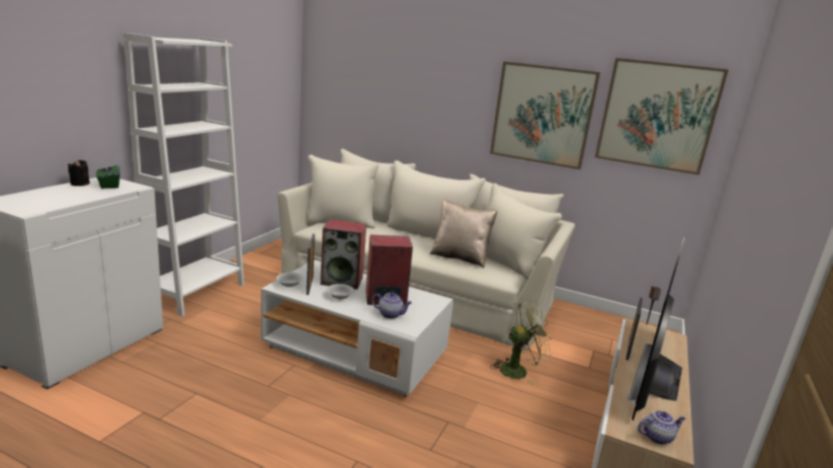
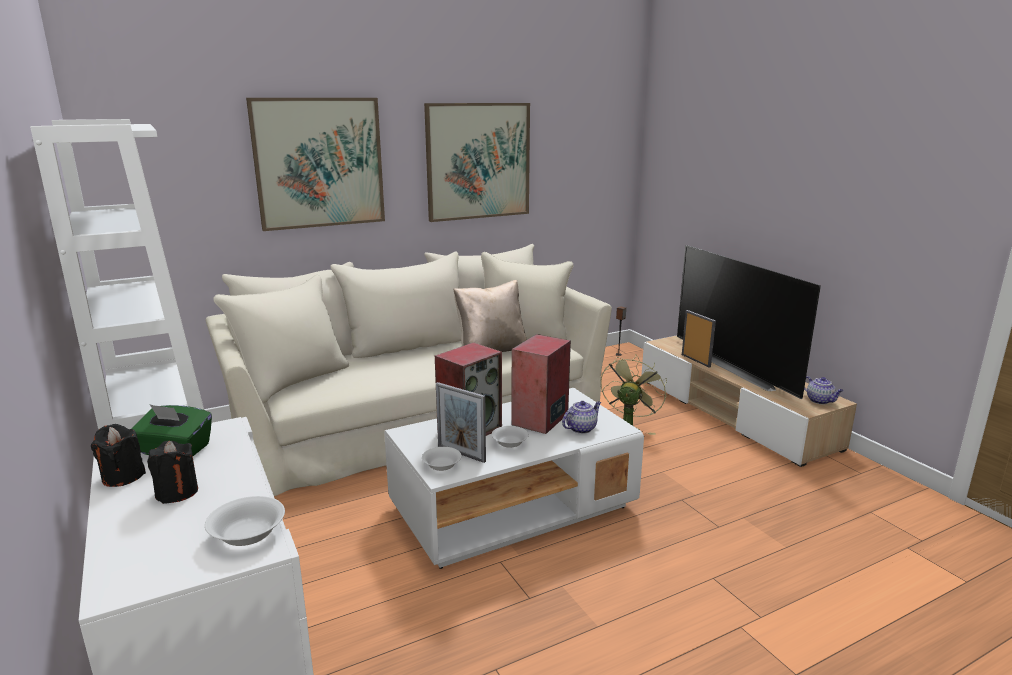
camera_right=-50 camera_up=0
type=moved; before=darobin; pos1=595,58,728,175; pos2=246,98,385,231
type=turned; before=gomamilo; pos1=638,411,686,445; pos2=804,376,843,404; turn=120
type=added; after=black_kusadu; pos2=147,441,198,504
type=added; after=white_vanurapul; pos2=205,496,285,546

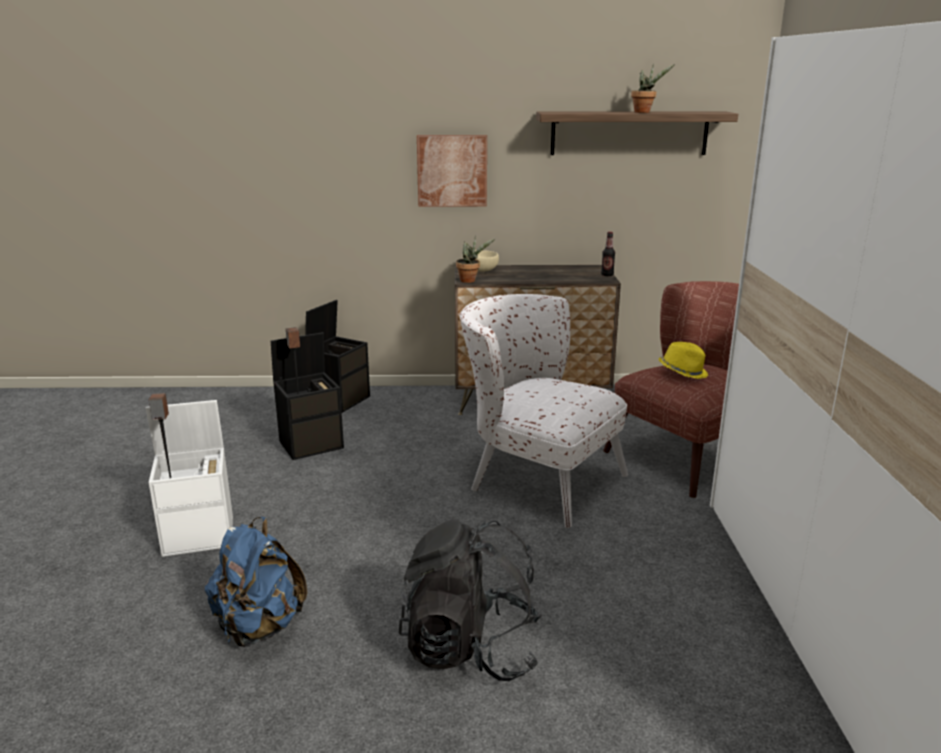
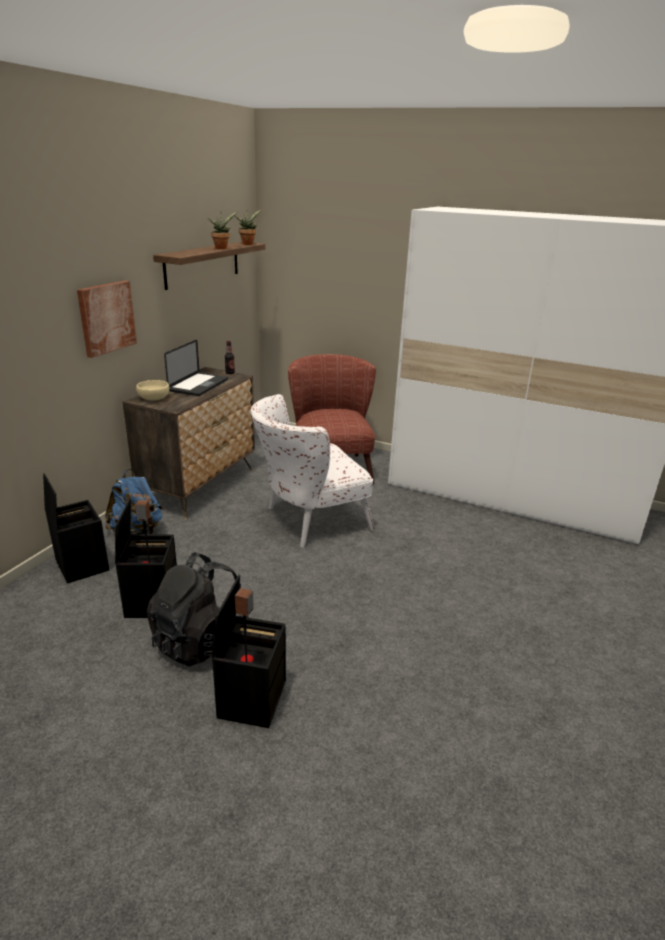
camera_right=-65 camera_up=5
type=recoloured; before=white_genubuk; after=black_genubuk; pos1=146,400,233,557; pos2=212,575,286,728
type=moved; before=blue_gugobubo; pos1=205,517,307,647; pos2=105,468,163,535
type=moved; before=black_gugobubo; pos1=399,519,542,681; pos2=146,552,249,667
type=moved; before=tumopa; pos1=456,236,496,283; pos2=235,209,262,245
type=removed; before=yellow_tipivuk; pos1=659,342,708,379
type=added; after=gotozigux; pos2=164,340,228,396

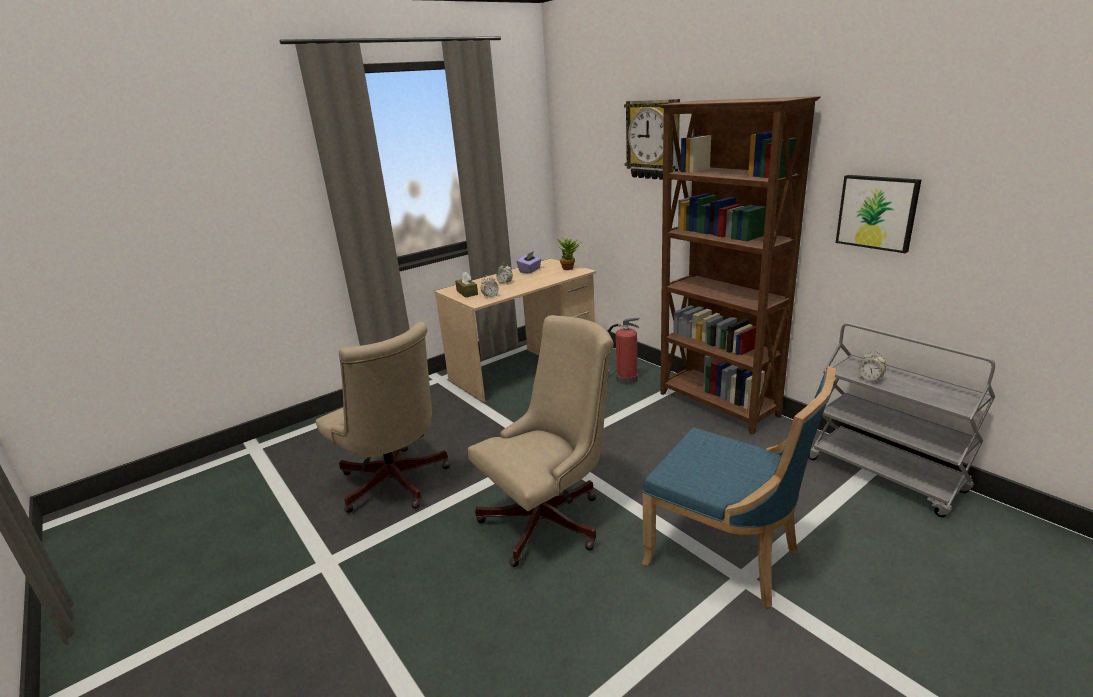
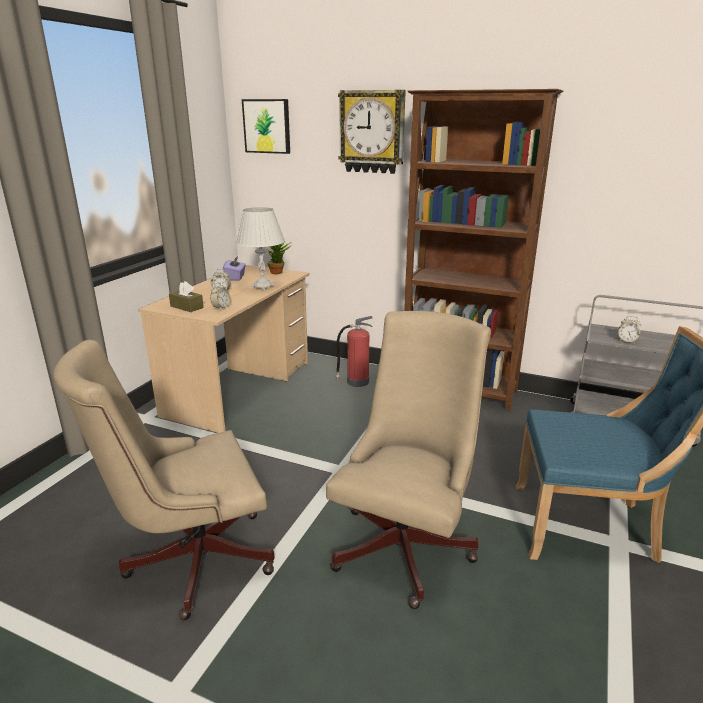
camera_right=-30 camera_up=0
type=turned; before=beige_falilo; pos1=316,322,450,513; pos2=54,340,275,620; turn=135
type=moved; before=darobin; pos1=836,175,921,253; pos2=242,99,290,154
type=added; after=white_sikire; pos2=235,207,285,291

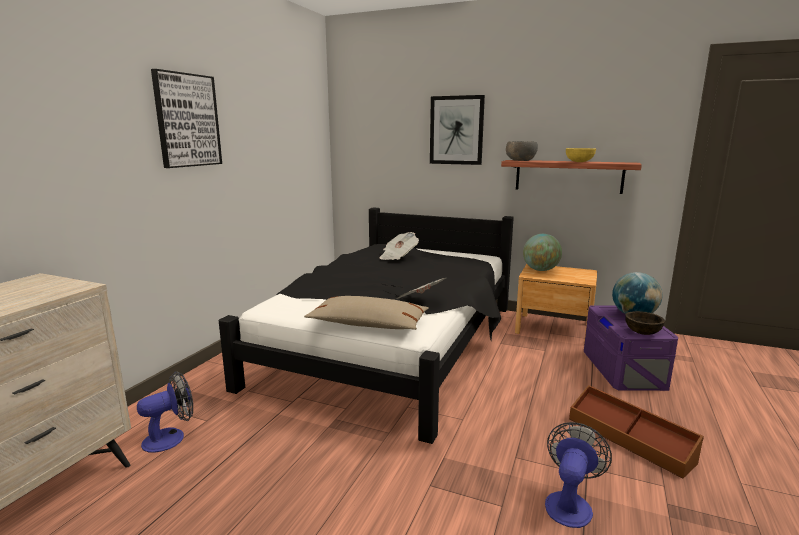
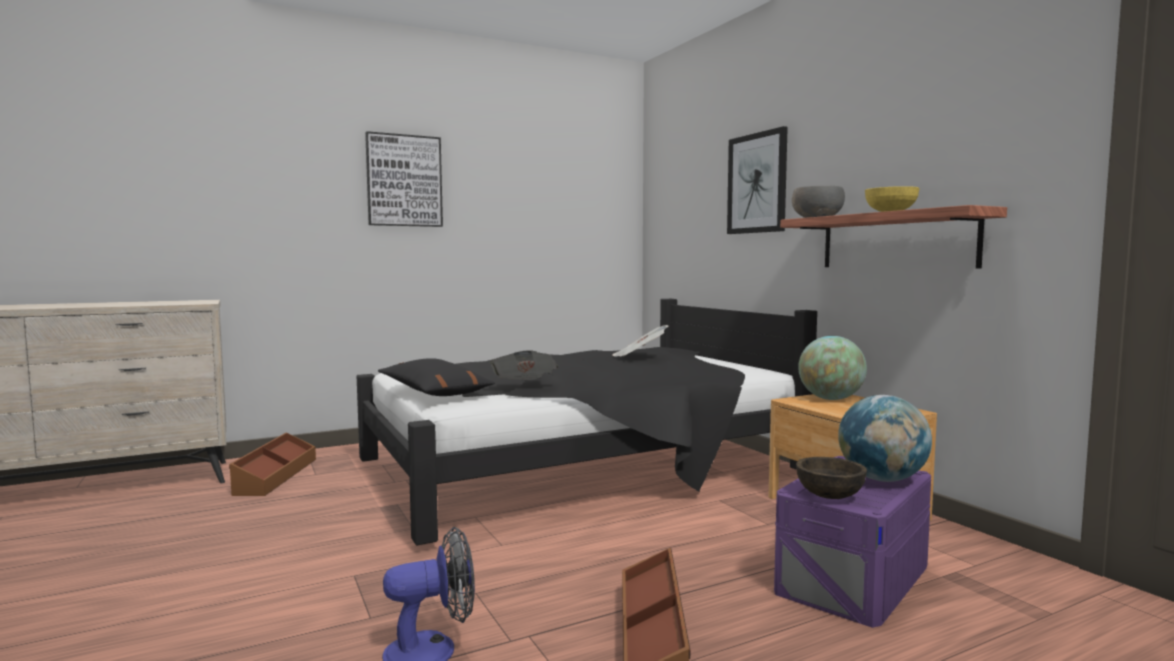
camera_right=40 camera_up=-10
type=replaced; before=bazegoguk; after=brown_genubuk; pos1=137,371,193,453; pos2=229,432,316,496
type=recoloured; before=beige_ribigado; after=black_ribigado; pos1=304,296,429,330; pos2=378,358,495,396

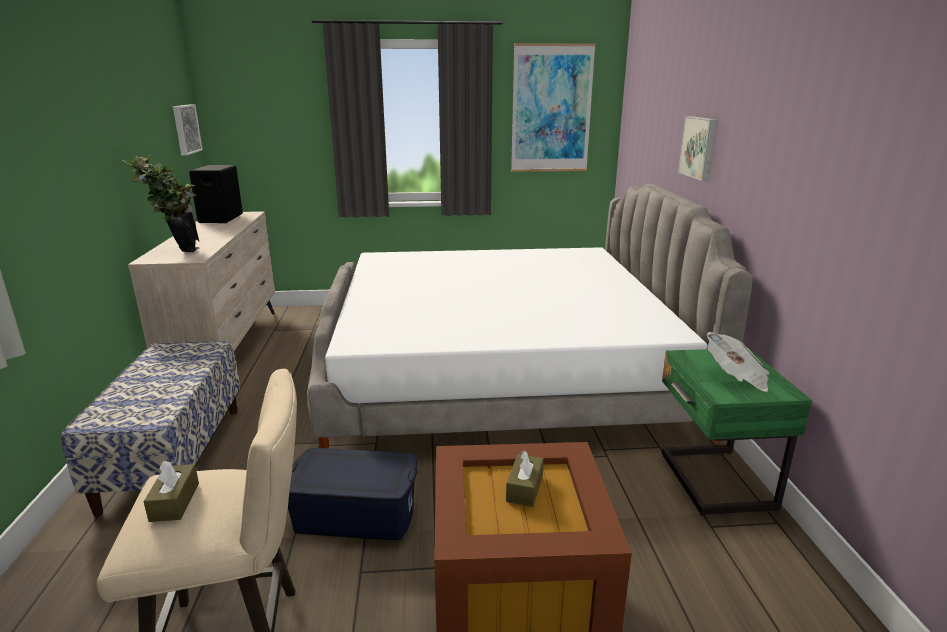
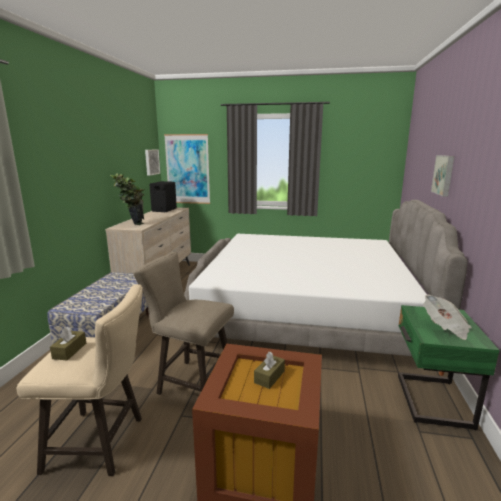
camera_right=15 camera_up=-5
type=replaced; before=blue_genubuk; after=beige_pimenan; pos1=288,448,418,540; pos2=134,252,234,395
type=moved; before=darobin; pos1=511,43,596,172; pos2=164,134,210,204

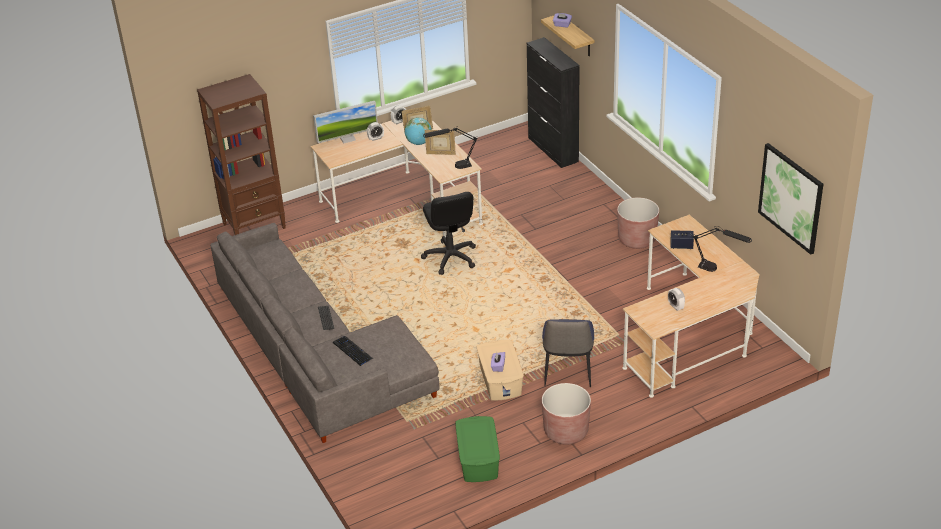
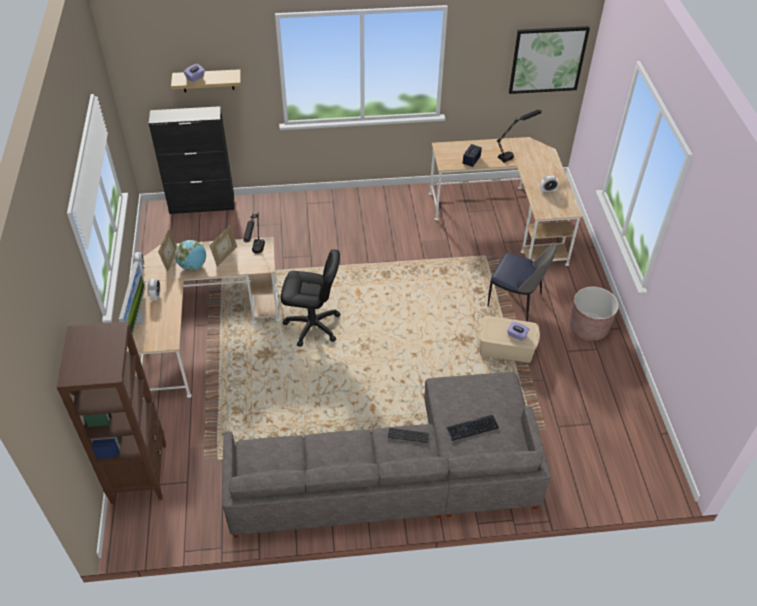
camera_right=-70 camera_up=10
type=removed; before=green_genubuk; pos1=455,416,500,482
type=removed; before=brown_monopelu; pos1=617,197,659,249

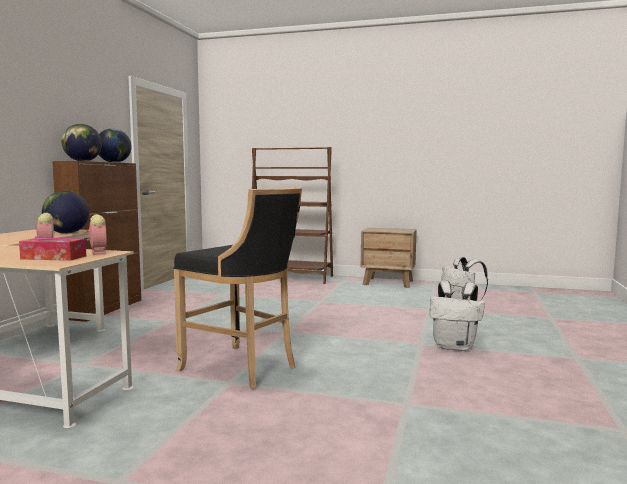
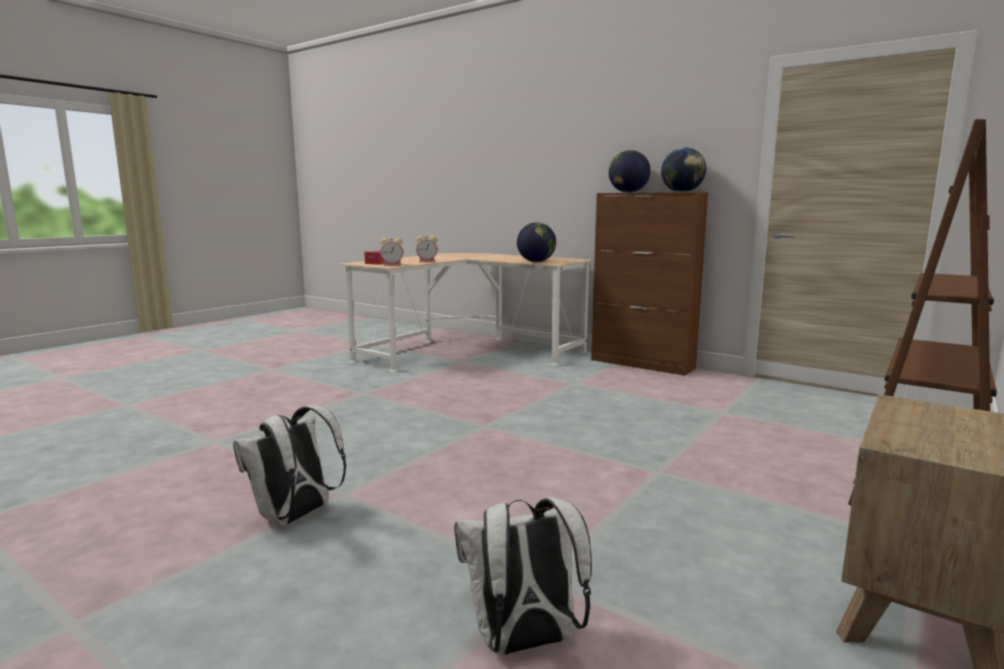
camera_right=110 camera_up=5
type=removed; before=black_pimenan; pos1=174,188,302,389

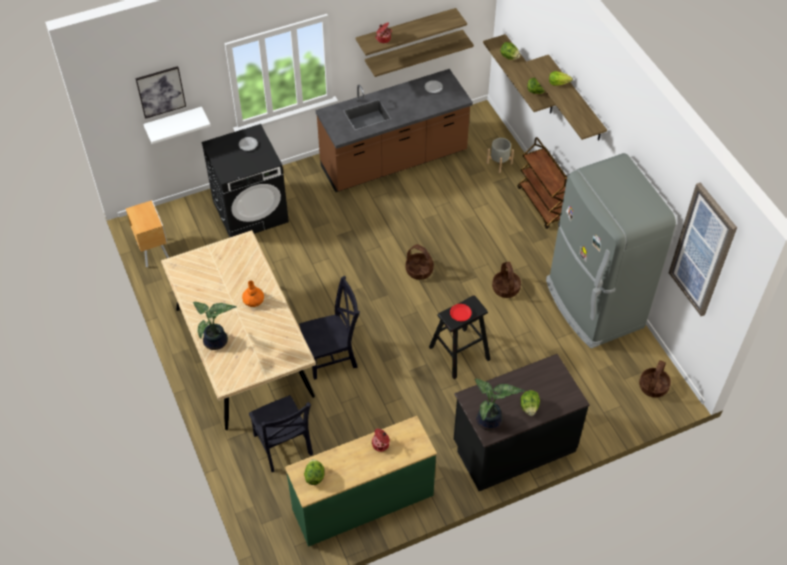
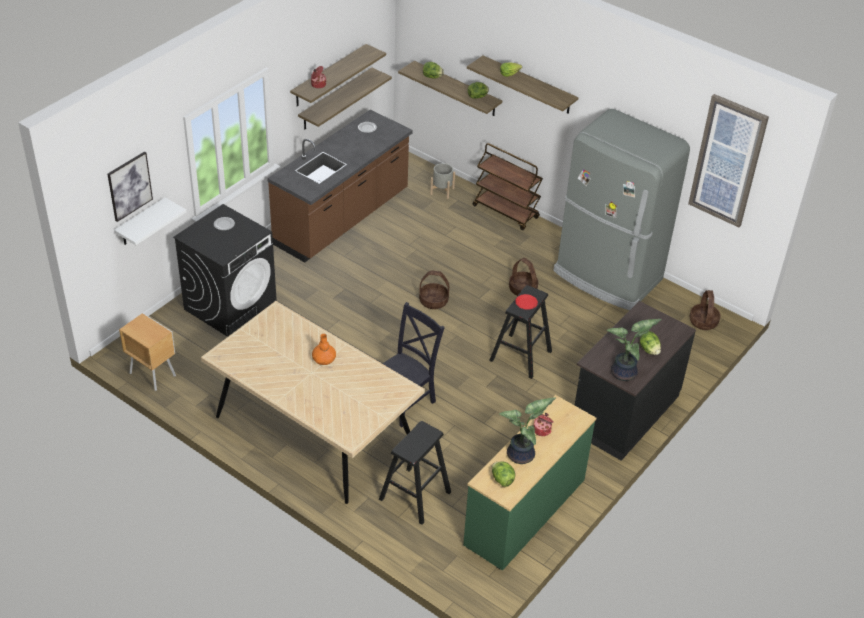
camera_right=-30 camera_up=-10
type=moved; before=tumopa; pos1=193,302,237,350; pos2=499,397,556,464
type=replaced; before=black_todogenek; after=black_pimenan; pos1=249,395,313,472; pos2=379,421,451,525

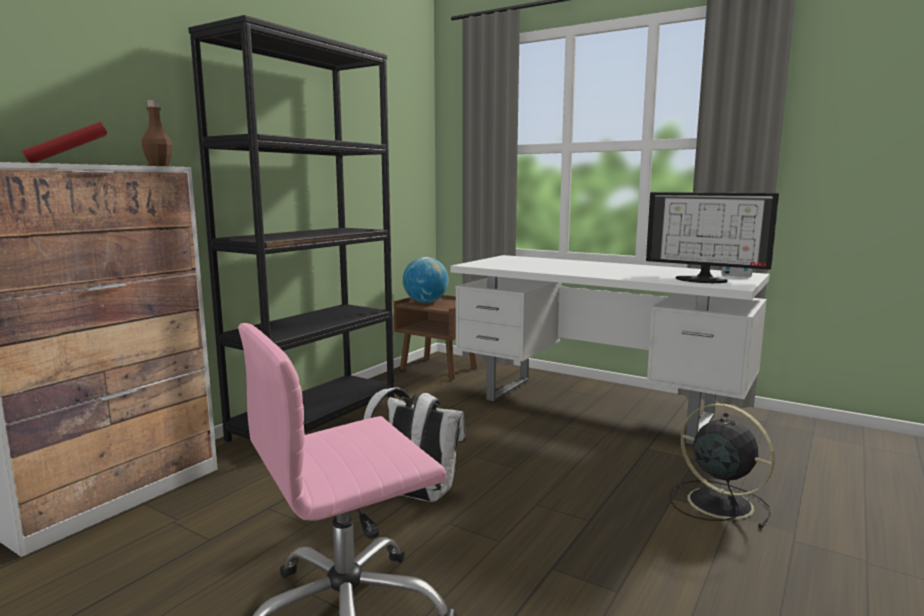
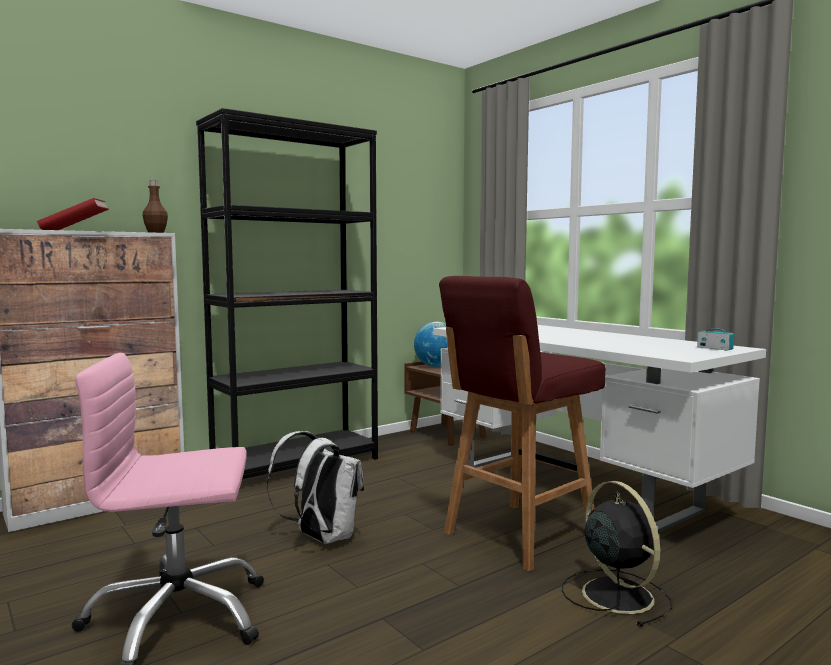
camera_right=20 camera_up=-5
type=removed; before=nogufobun; pos1=646,192,779,283
type=added; after=red_pimenan; pos2=439,276,606,571

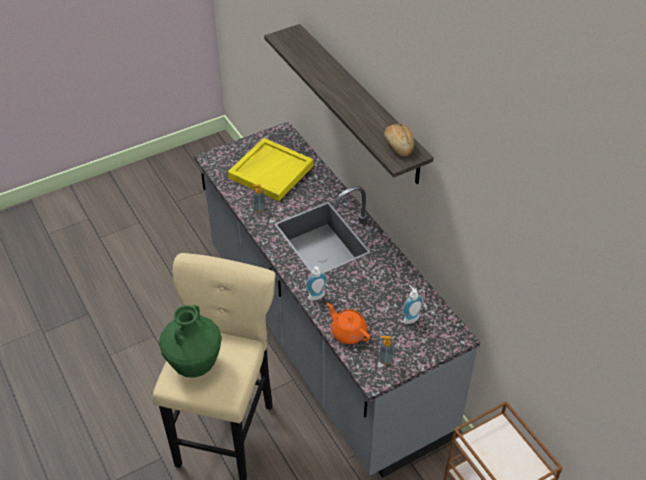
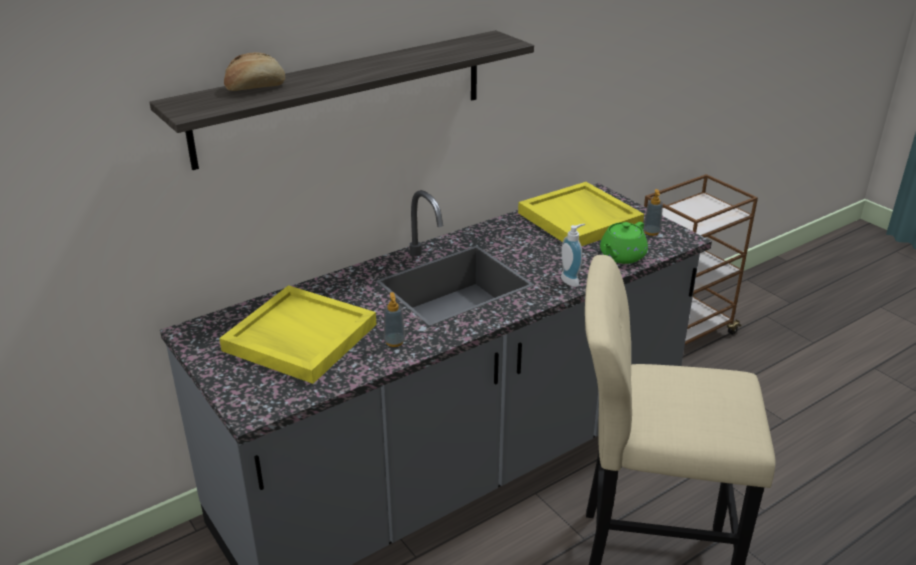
camera_right=-95 camera_up=-15
type=removed; before=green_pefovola; pos1=159,305,222,378
type=recoloured; before=orange_gomamilo; after=green_gomamilo; pos1=327,303,370,344; pos2=600,222,648,264
type=moved; before=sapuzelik; pos1=384,124,414,156; pos2=224,52,285,91
type=replaced; before=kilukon; after=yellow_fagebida; pos1=403,285,423,324; pos2=518,182,644,246

